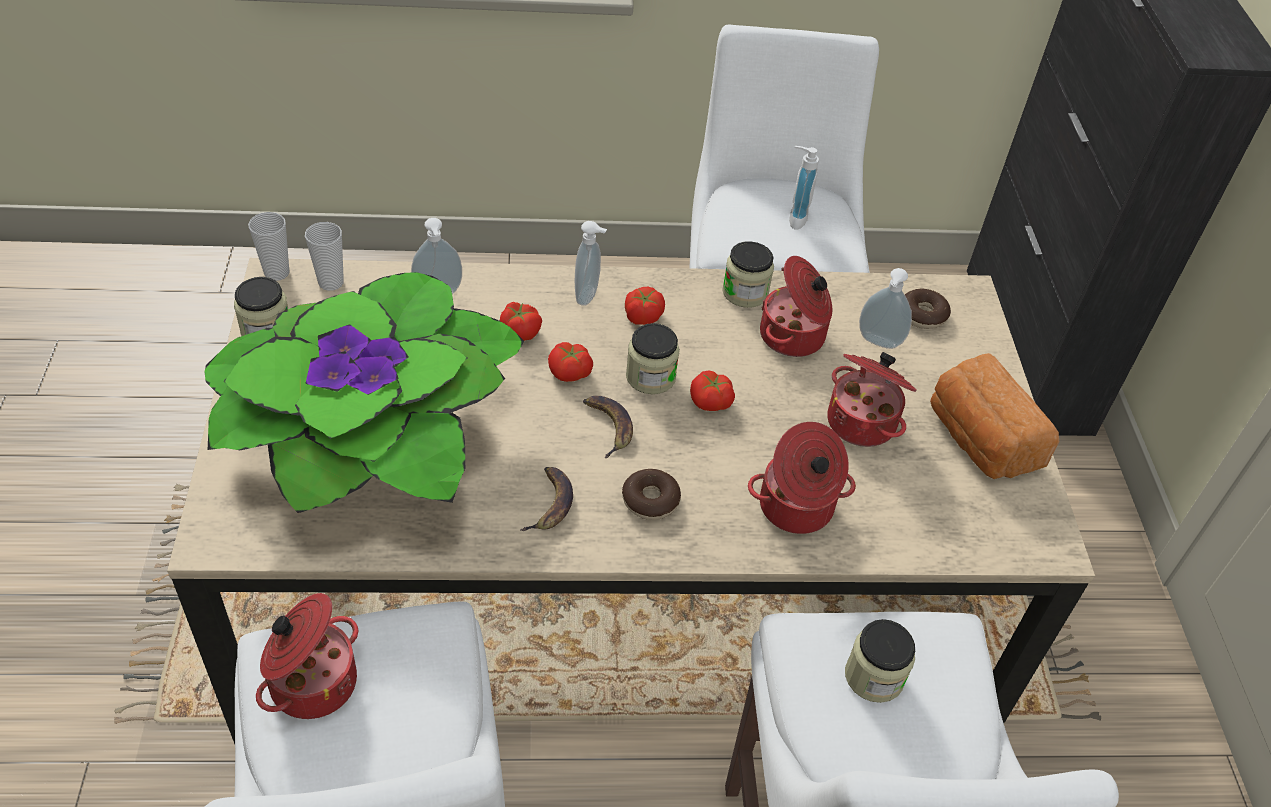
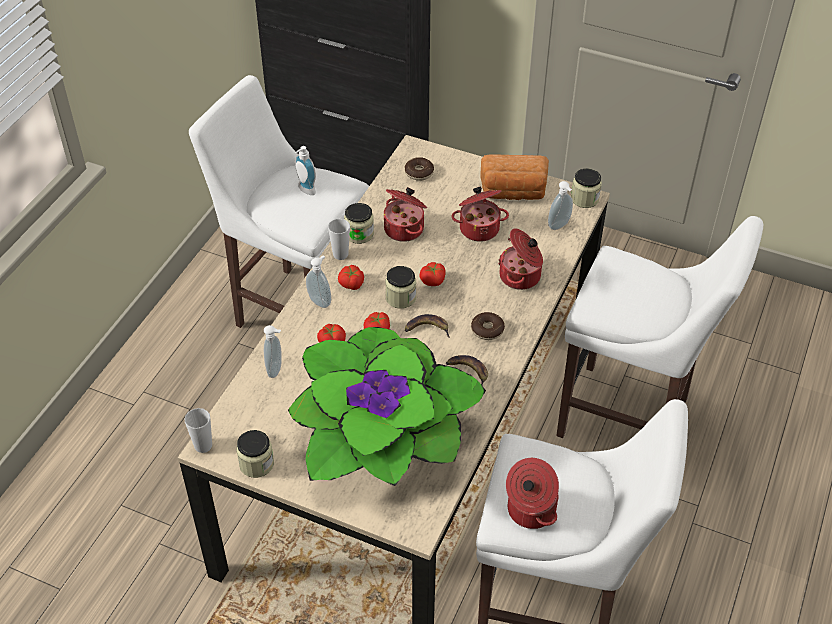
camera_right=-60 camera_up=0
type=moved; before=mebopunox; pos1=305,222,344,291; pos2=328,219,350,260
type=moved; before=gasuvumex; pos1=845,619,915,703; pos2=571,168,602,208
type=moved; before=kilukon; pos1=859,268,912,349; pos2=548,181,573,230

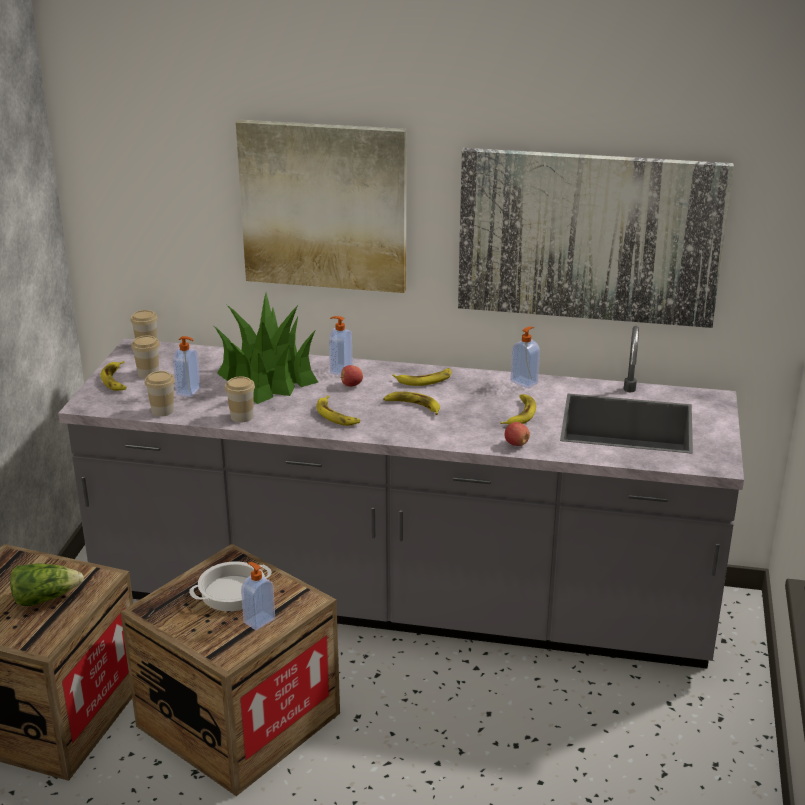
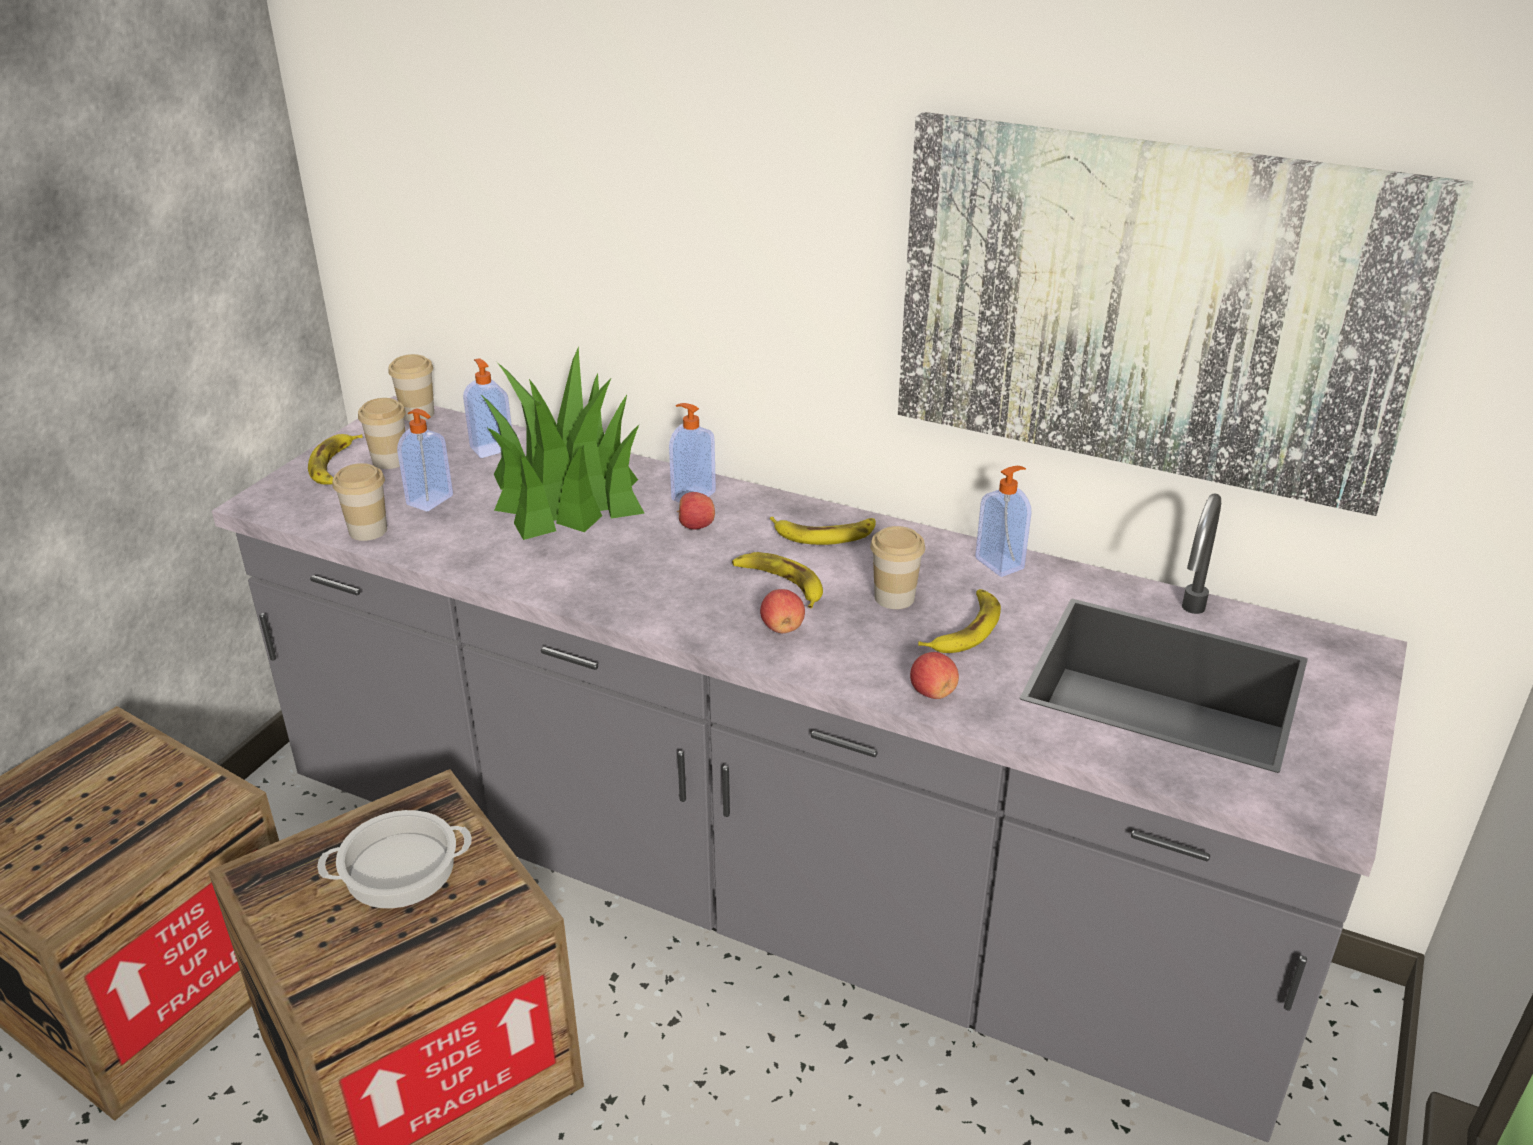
camera_right=15 camera_up=5
type=removed; before=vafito; pos1=10,563,84,606
type=moved; before=mebopunox; pos1=225,376,255,422; pos2=870,526,925,609
type=removed; before=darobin; pos1=236,120,406,293
type=moved; before=kilukon; pos1=241,562,275,630; pos2=463,358,512,458
type=removed; before=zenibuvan; pos1=317,395,360,426
type=added; after=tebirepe; pos2=760,589,805,633

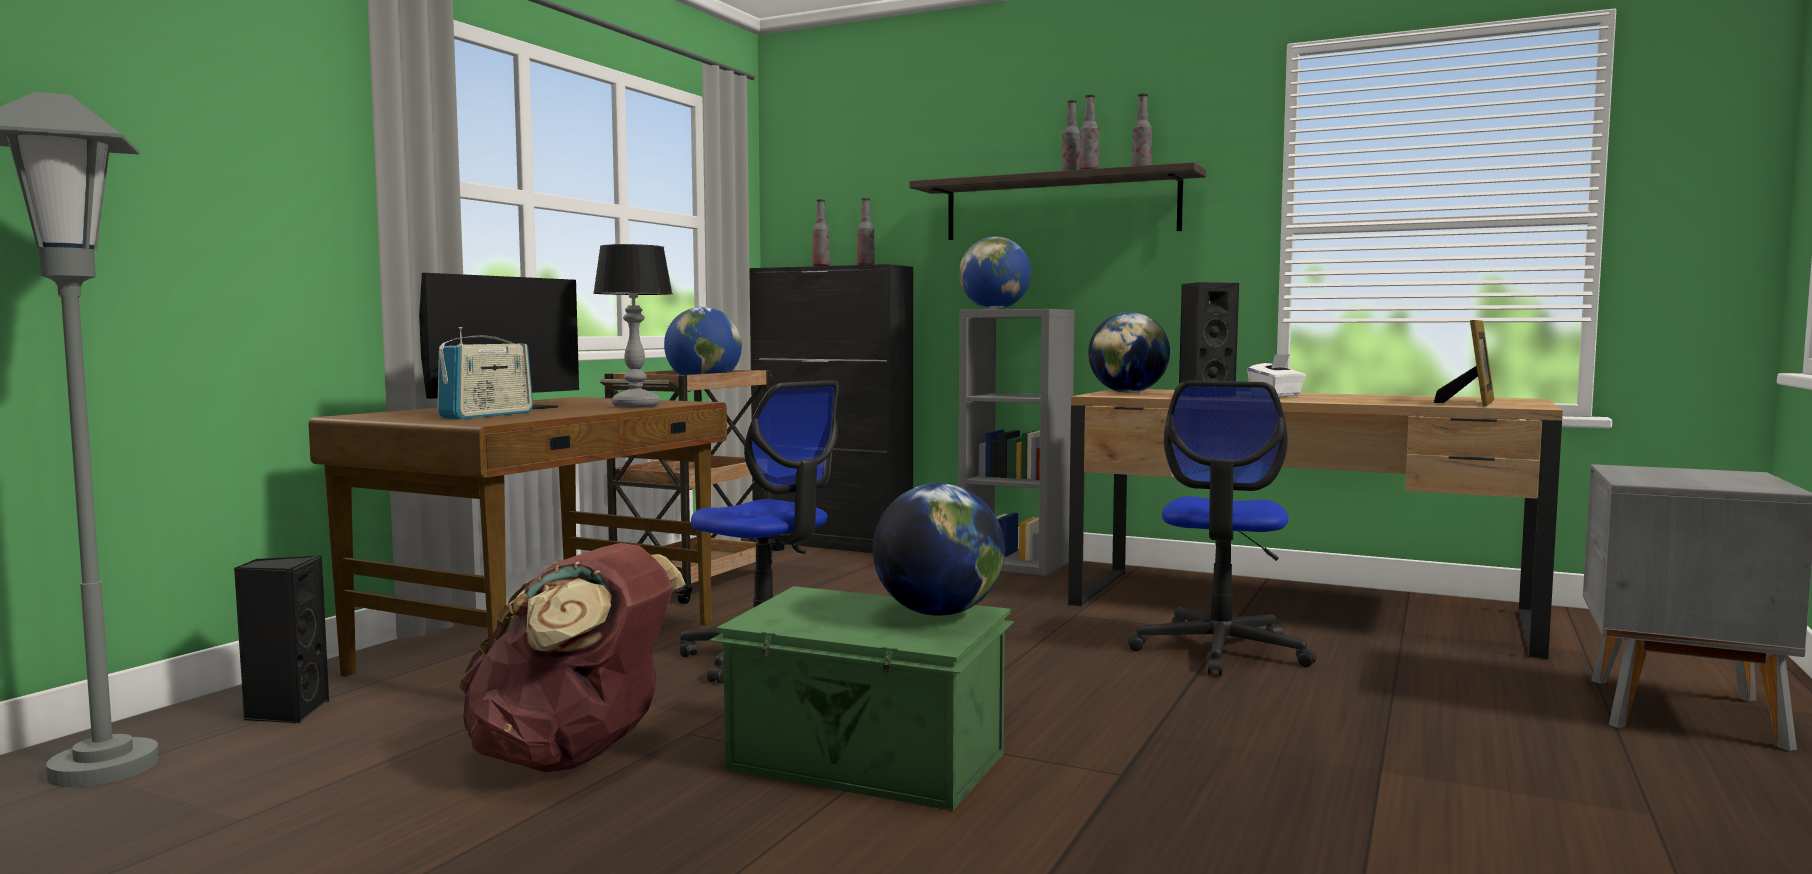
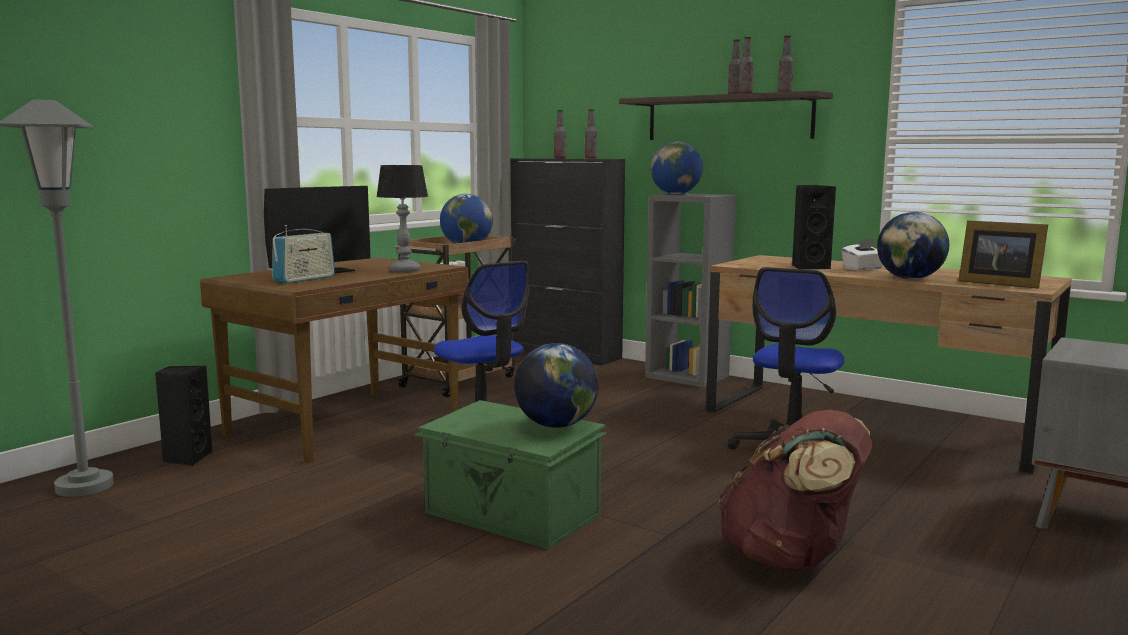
camera_right=10 camera_up=5
type=moved; before=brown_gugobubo; pos1=459,543,686,772; pos2=717,410,873,572
type=moved; before=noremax; pos1=1088,312,1170,393; pos2=877,212,949,279
type=turned; before=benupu; pos1=1434,320,1495,407; pos2=959,220,1048,289; turn=90

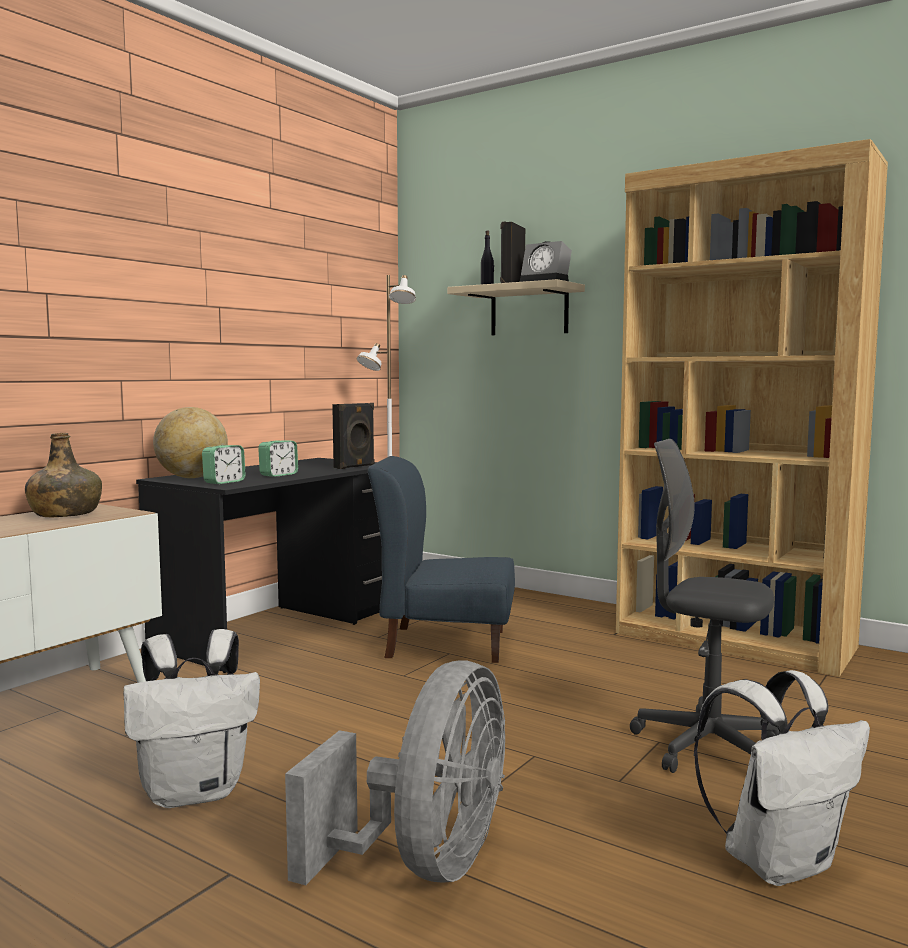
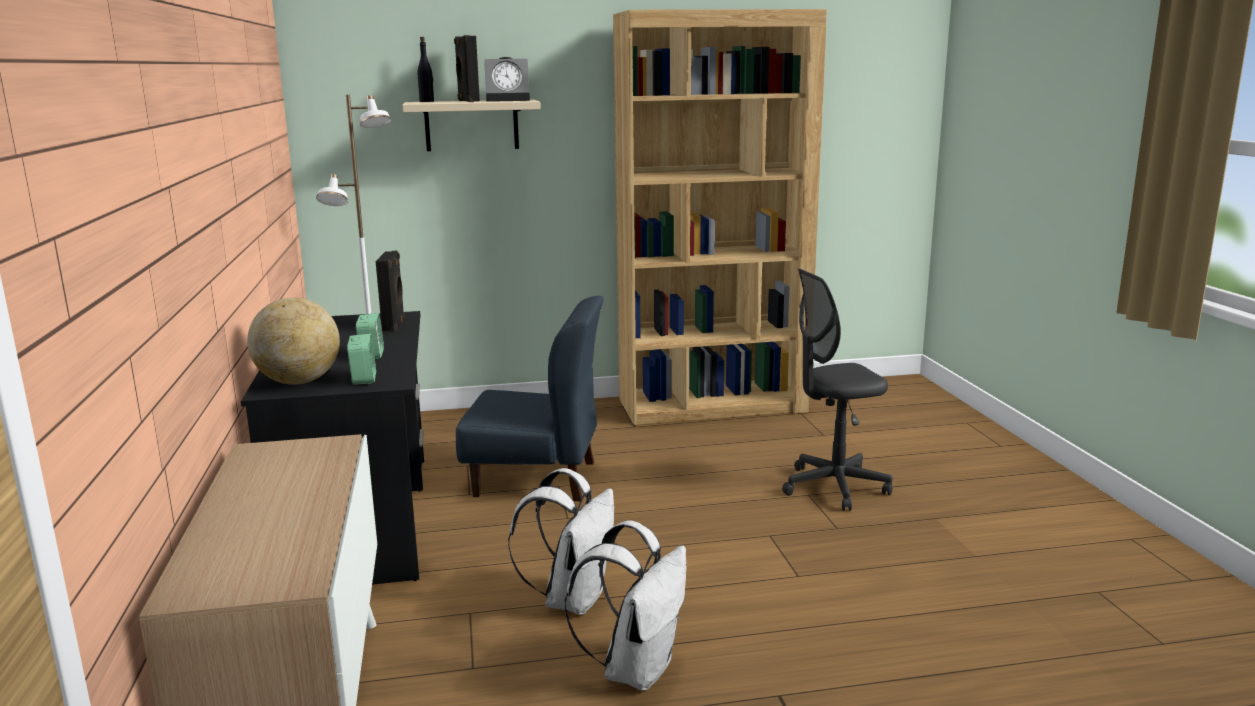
camera_right=-45 camera_up=10
type=removed; before=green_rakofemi; pos1=25,433,102,517
type=removed; before=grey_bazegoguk; pos1=285,660,505,885
type=turned; before=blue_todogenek; pos1=368,456,515,663; pos2=456,296,603,501; turn=-135
type=moved; before=white_gugobubo; pos1=694,670,870,886; pos2=508,468,614,615

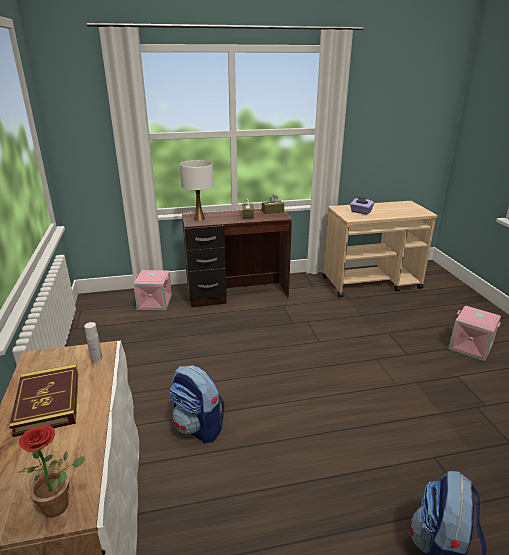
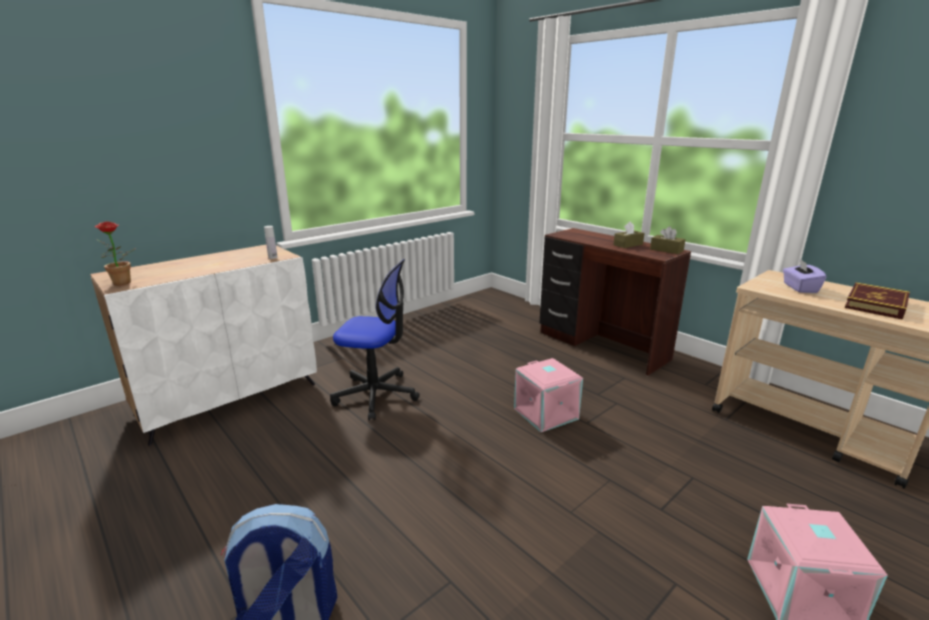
camera_right=60 camera_up=-5
type=moved; before=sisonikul; pos1=9,364,78,437; pos2=845,282,910,320
type=moved; before=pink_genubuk; pos1=133,270,172,310; pos2=514,358,583,432
type=replaced; before=gugobubo; after=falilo; pos1=169,365,225,443; pos2=330,259,420,420
type=removed; before=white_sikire; pos1=180,160,213,221

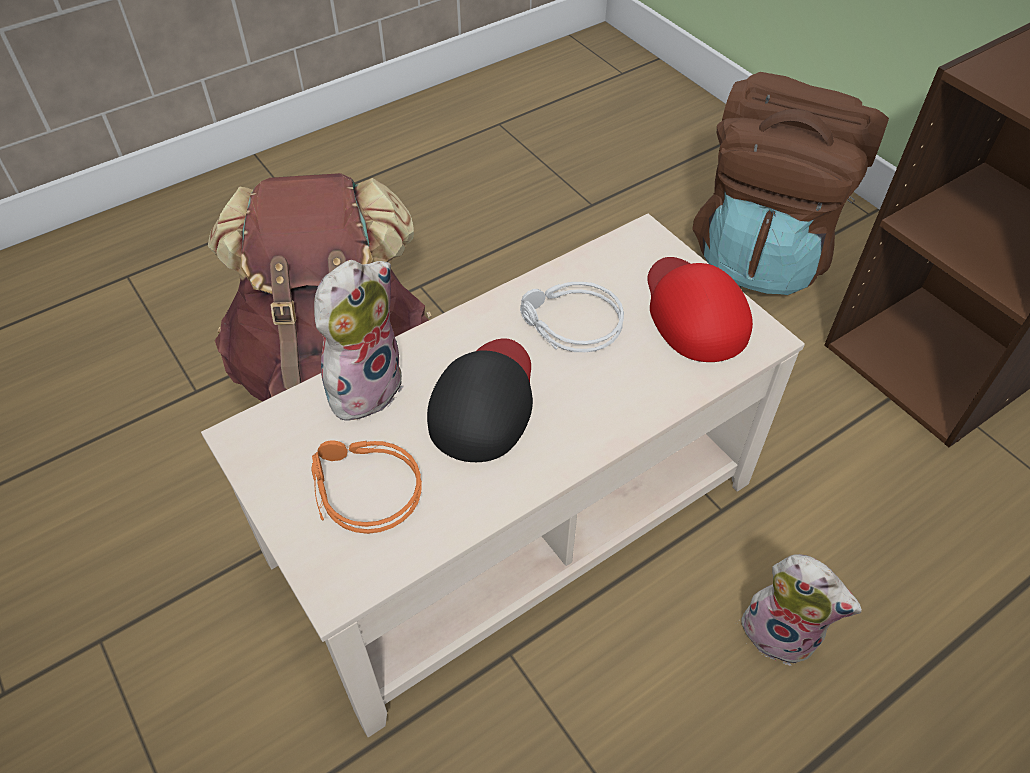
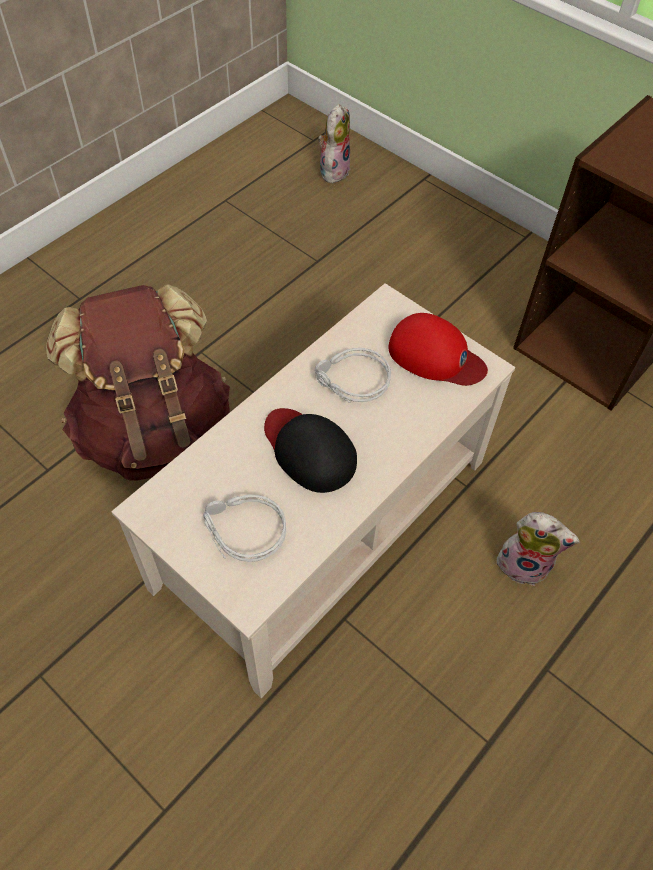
camera_right=-15 camera_up=5
type=recoloured; before=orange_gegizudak; after=grey_gegizudak; pos1=311,440,422,534; pos2=203,494,286,562
type=moved; before=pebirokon; pos1=314,260,404,421; pos2=318,104,350,183
type=turned; before=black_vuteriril; pos1=427,338,533,462; pos2=264,408,357,493; turn=-45
type=turned; before=red_vuteriril; pos1=647,257,753,362; pos2=389,313,488,386; turn=150
type=removed; before=brown_gugobubo; pos1=692,72,889,295

